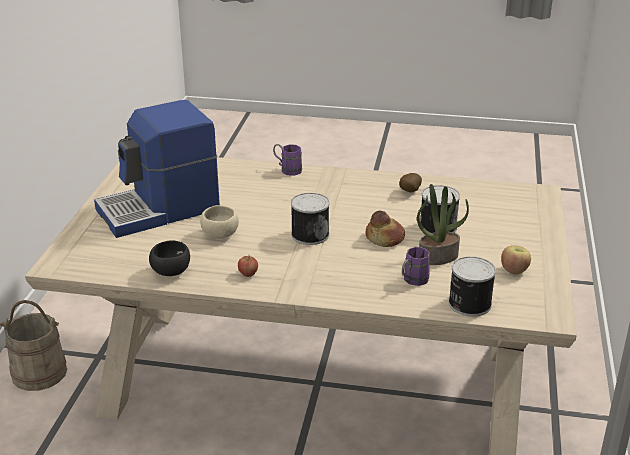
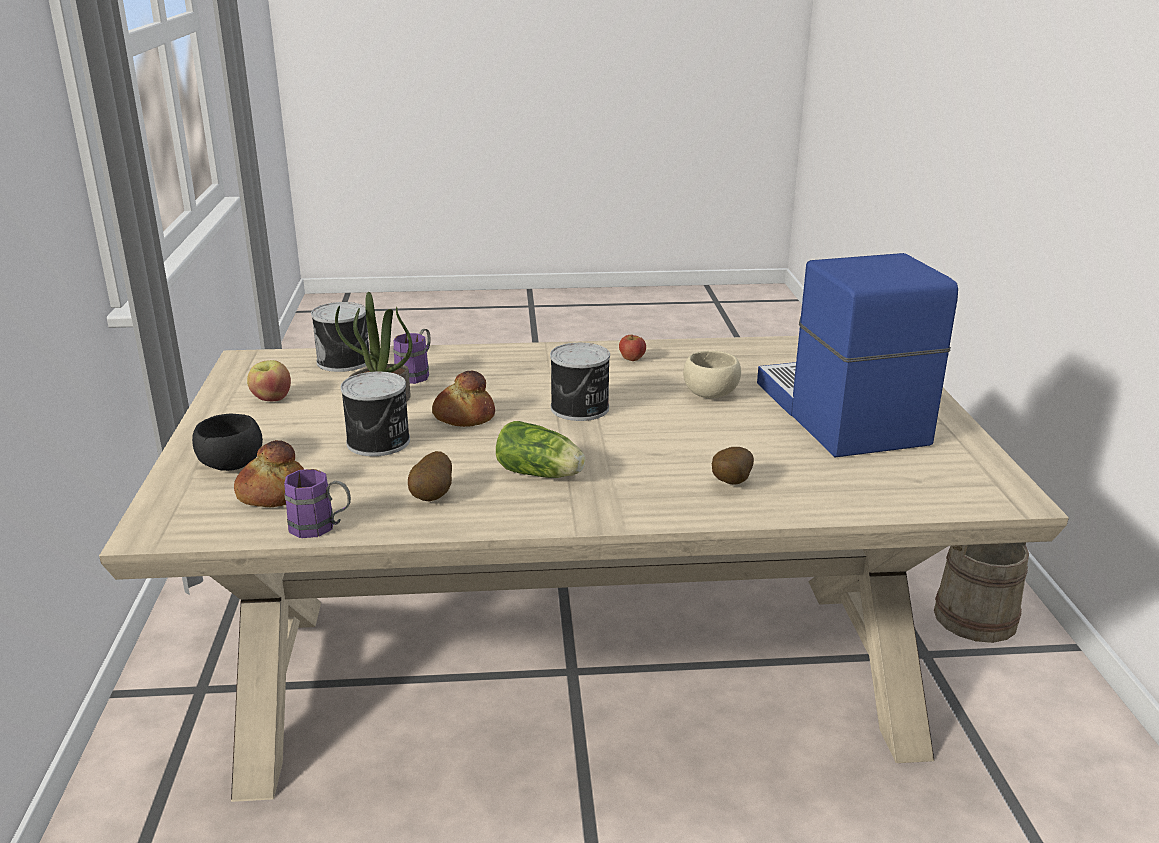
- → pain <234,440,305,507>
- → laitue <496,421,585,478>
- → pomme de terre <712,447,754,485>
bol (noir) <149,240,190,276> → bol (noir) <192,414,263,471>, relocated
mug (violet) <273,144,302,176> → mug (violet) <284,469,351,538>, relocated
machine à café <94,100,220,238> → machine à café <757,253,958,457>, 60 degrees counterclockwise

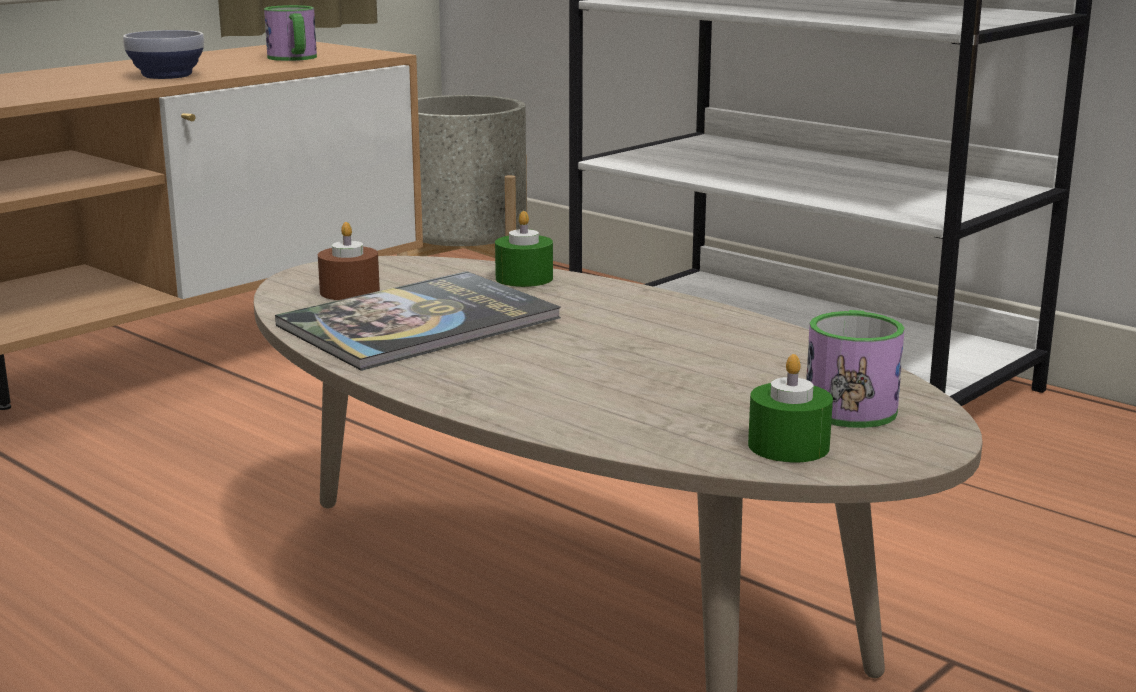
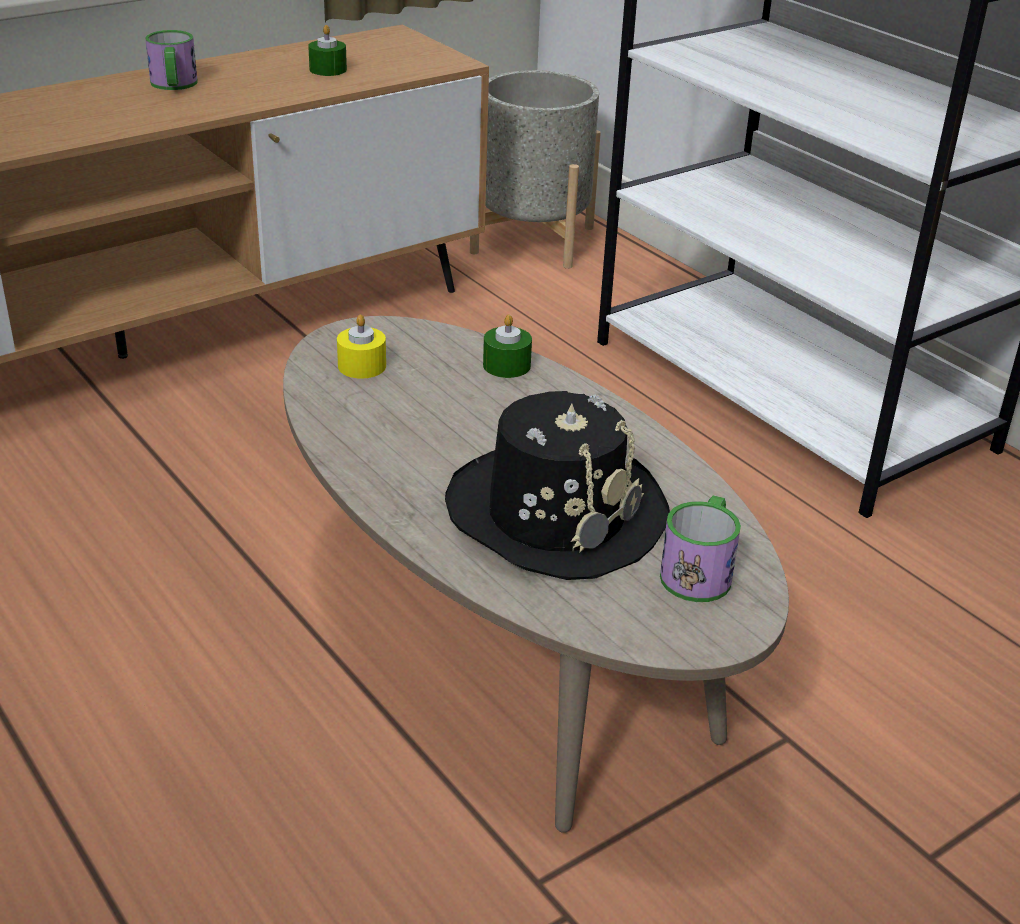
bol <123,30,204,79> → -
livre <275,271,561,371> → -
- → chapeau (noir) <445,391,670,580>
mug <264,5,317,61> → mug <145,30,198,90>, relocated
bougie (vert) <748,354,833,463> → bougie (vert) <308,25,347,76>, relocated
bougie (marron) <318,222,380,300> → bougie (jaune) <337,314,386,379>

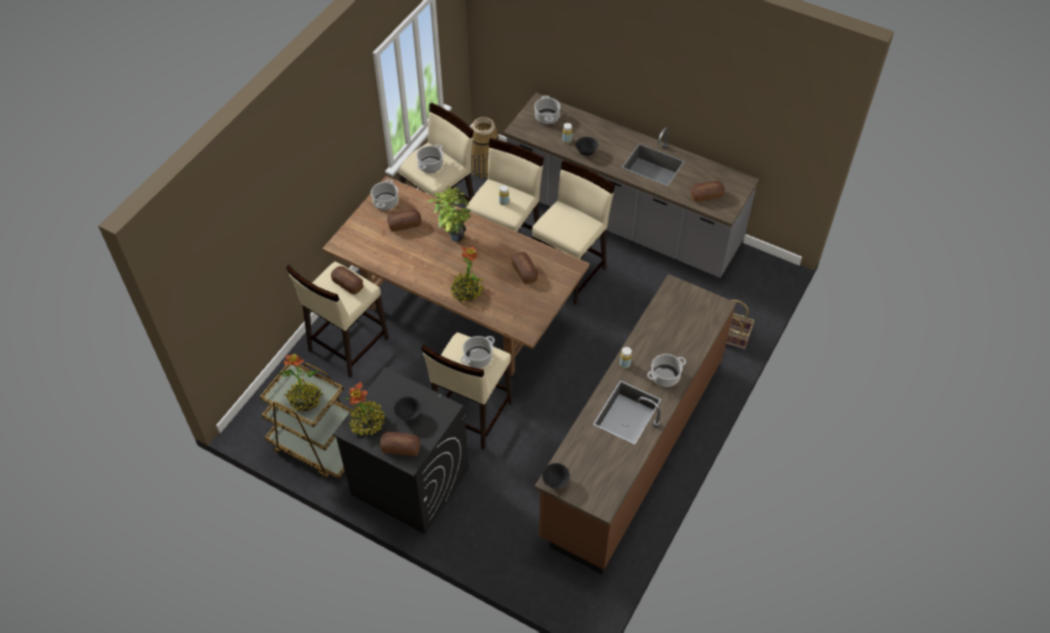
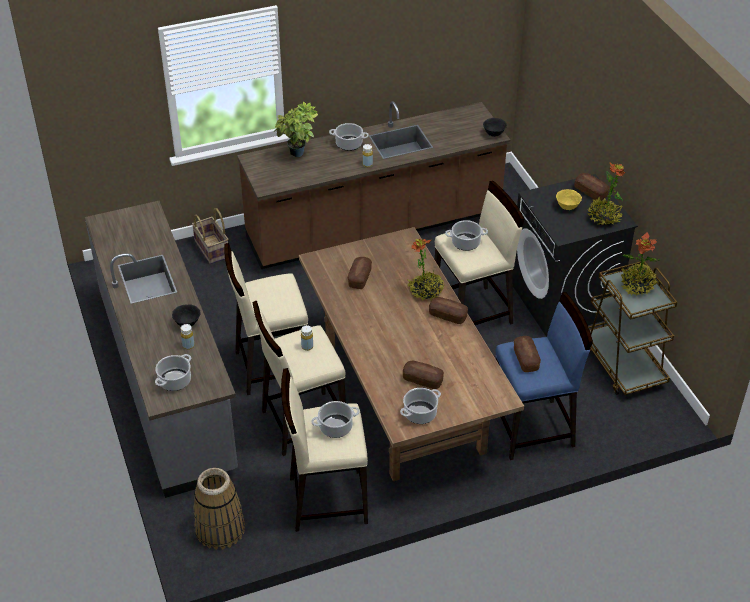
plante en pot <427,186,471,242> → plante en pot <274,102,318,157>, relocated
pain <691,181,725,202> → pain <429,297,468,324>, relocated
tabouret (beige) <286,262,389,378> → tabouret (bleu) <496,292,593,460>
bol (noir) <394,397,421,421> → bol (jaune) <556,189,582,210>

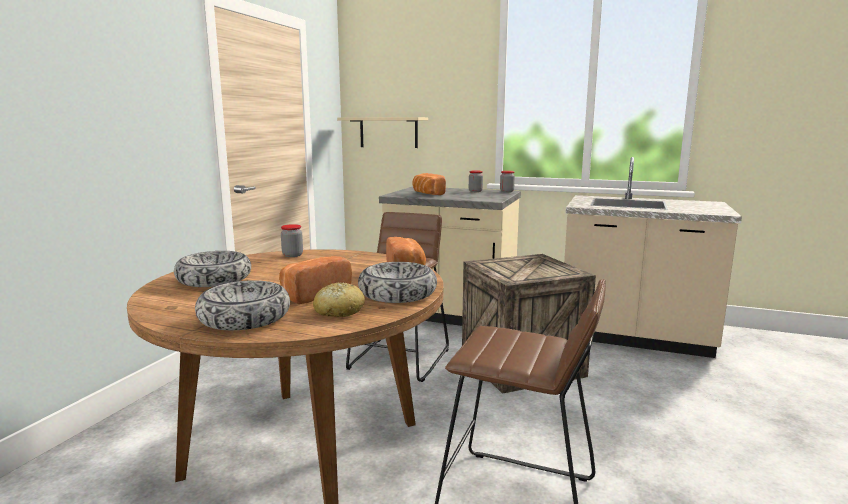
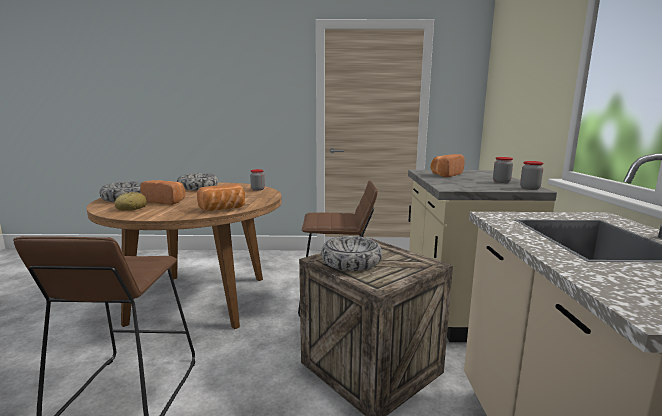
étagère (beige) <337,117,428,148> → -
bol <358,262,437,303> → bol <321,236,382,271>, relocated

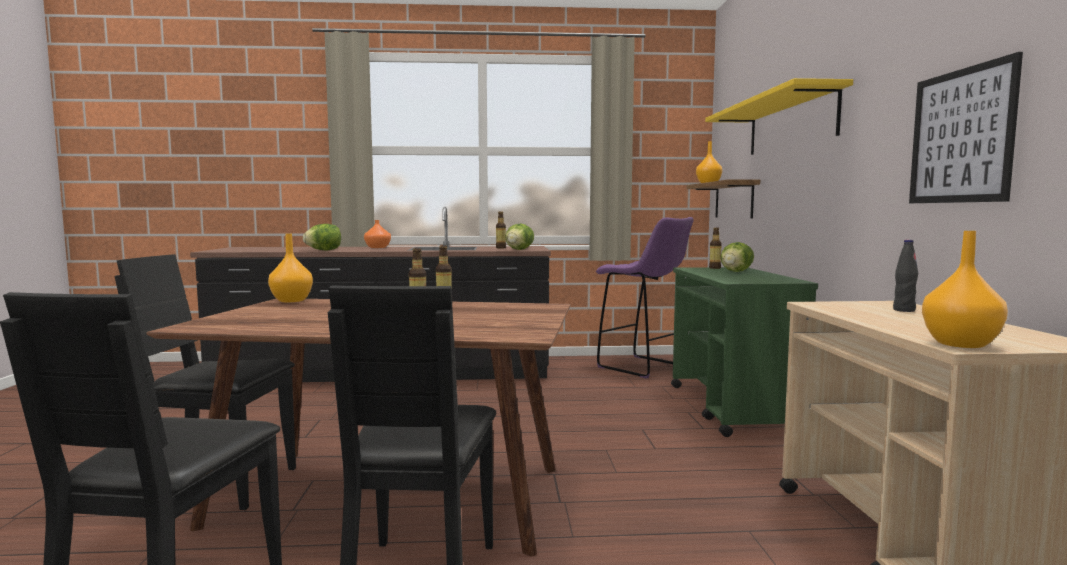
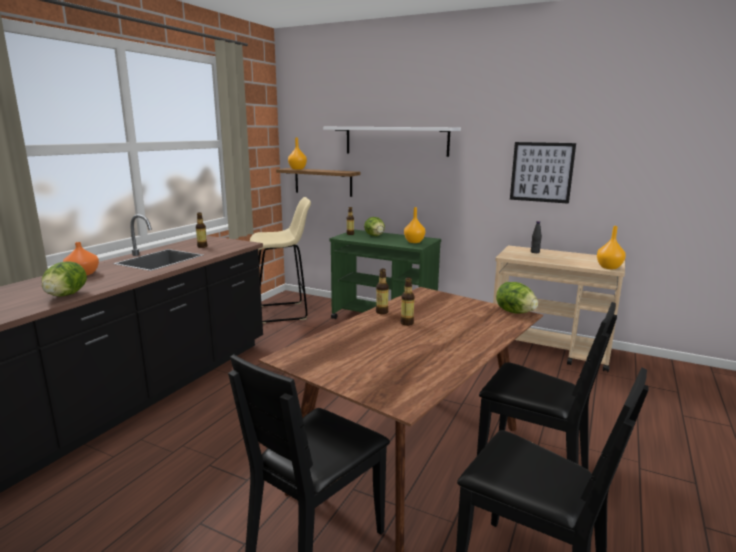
vase (orange) <268,233,313,302> → vase (orange) <404,207,425,243>, relocated
laitue <505,224,534,250> → laitue <496,282,538,314>, relocated
tabouret (violet) <596,217,694,379> → tabouret (beige) <250,197,311,323>
étagère (jaune) <705,78,853,155> → étagère (blanc) <323,127,461,157>

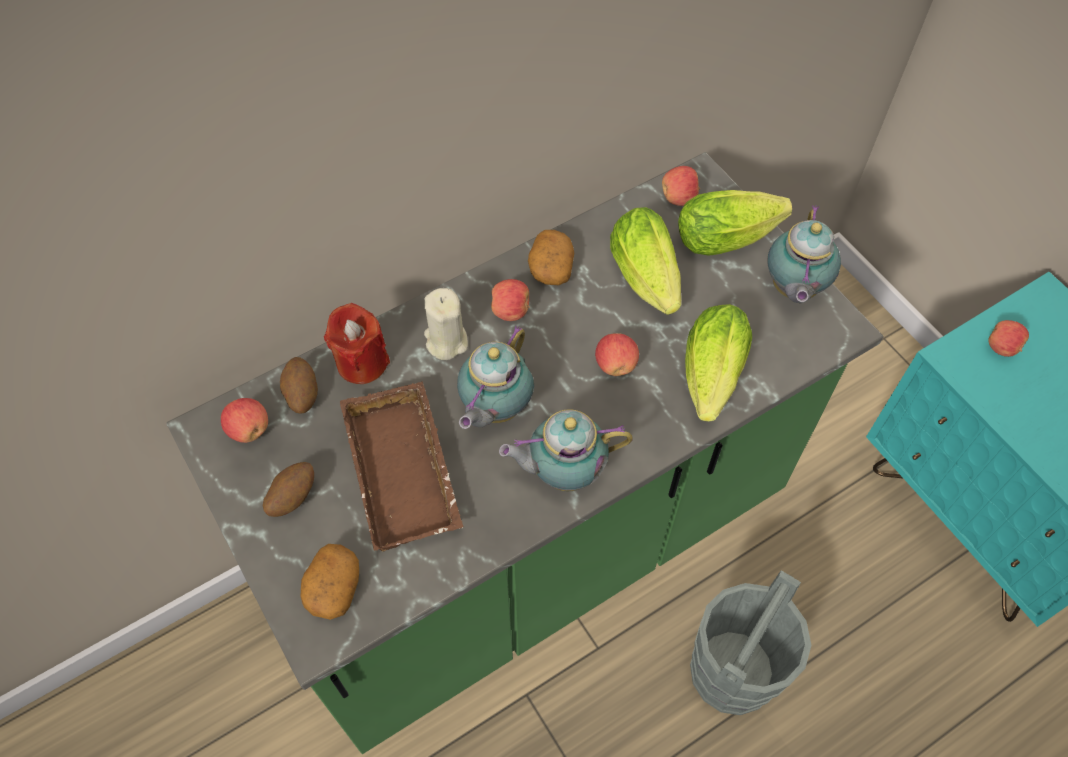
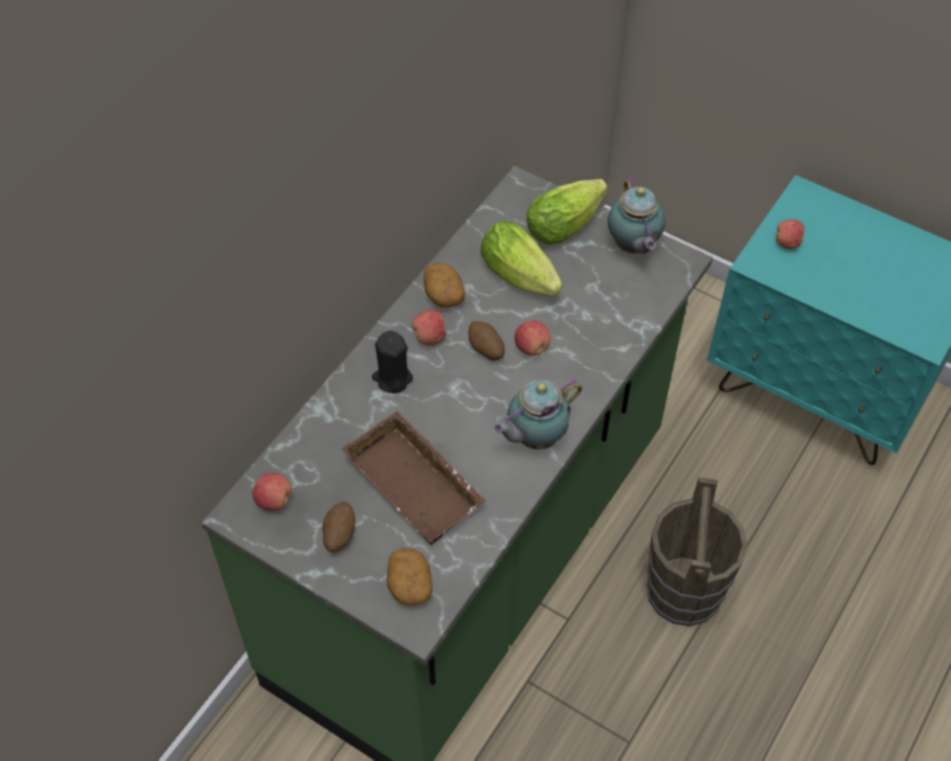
bougie (rouge) <324,303,390,384> → -
théière <457,326,534,429> → -
pomme <662,166,700,206> → -
laitue <685,304,752,422> → -
pomme de terre <280,357,318,414> → pomme de terre <468,321,505,361>, relocated
bougie (beige) <424,288,468,360> → bougie (noir) <372,331,413,393>
seau (gris) <690,570,811,715> → seau (marron) <646,477,748,626>

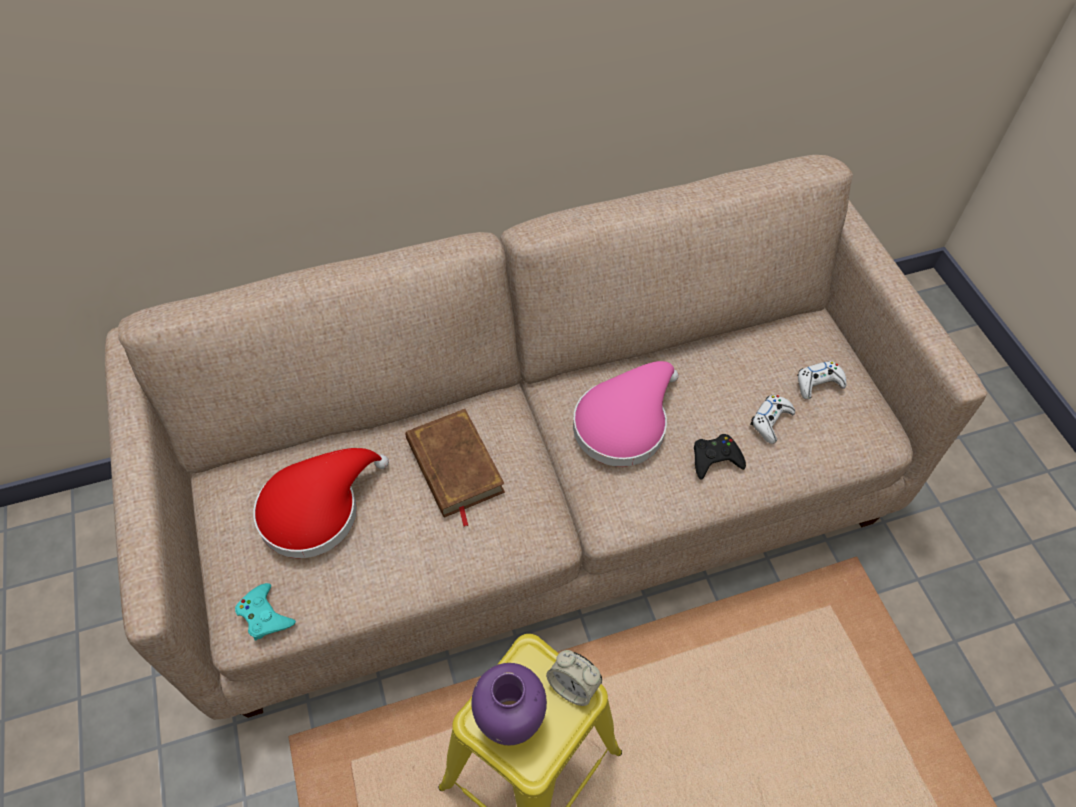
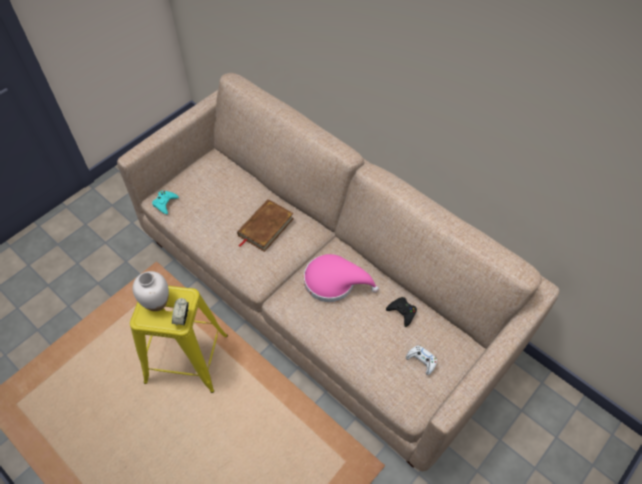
chapeau (rouge) <253,448,389,558> → -
manette (blanc) <750,395,795,444> → -
manette (noir) <694,434,746,480> → manette (noir) <386,297,417,327>, relocated
vase (violet) <471,663,547,746> → vase (blanc) <133,271,169,311>

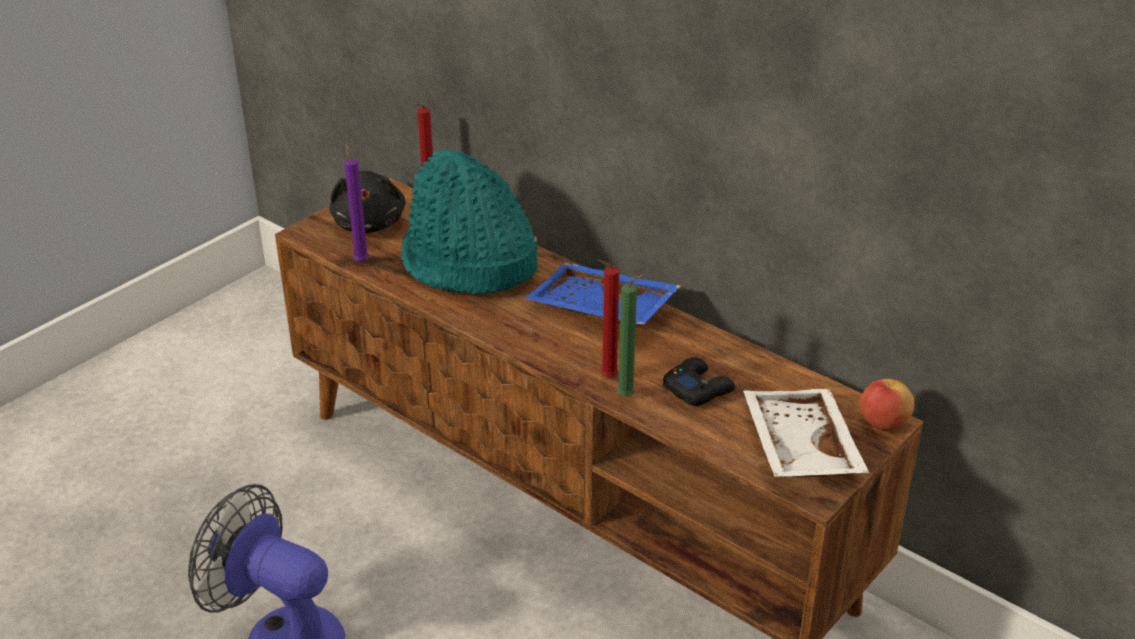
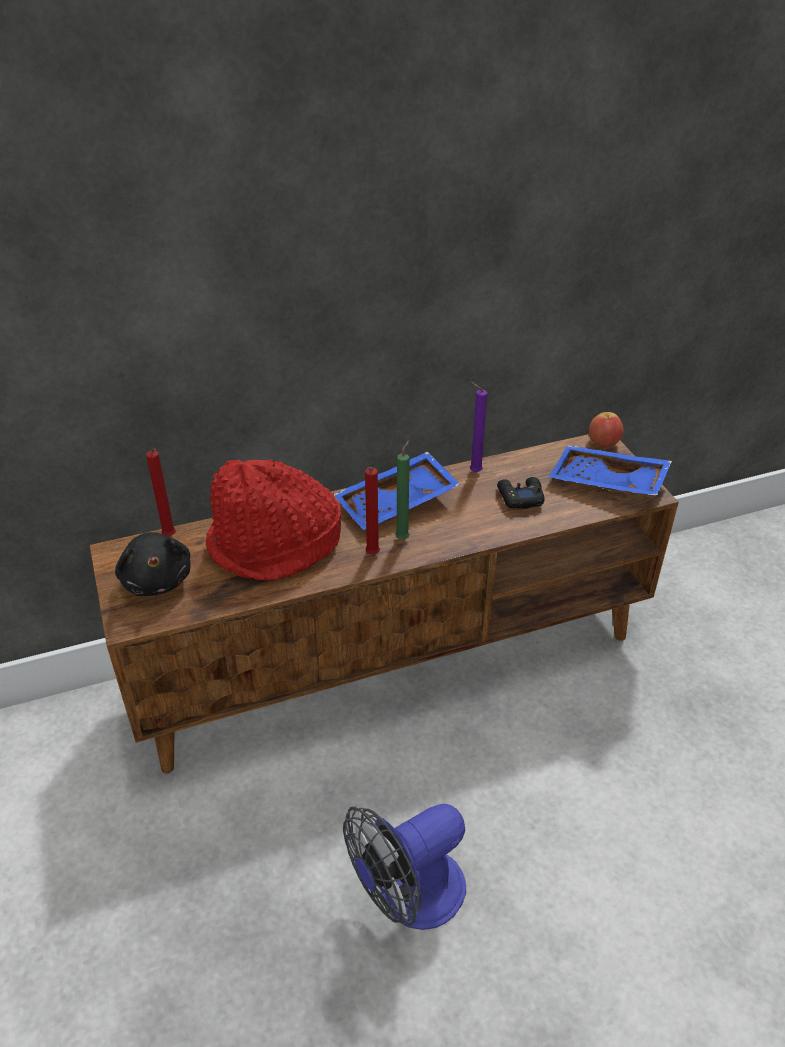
bougie (violet) <344,144,369,262> → bougie (violet) <470,382,488,472>, relocated
bougie (rouge) <597,259,619,378> → bougie (rouge) <365,467,380,554>, relocated
bougie (vert) <617,274,646,396> → bougie (vert) <395,440,410,539>, relocated
chapeau (turquoise) <401,149,538,294> → chapeau (rouge) <206,459,341,580>
plateau (blanc) <743,389,869,478> → plateau (bleu) <548,445,672,496>
peluche (noir) <330,171,405,233> → peluche (noir) <115,532,190,596>, 45 degrees clockwise

